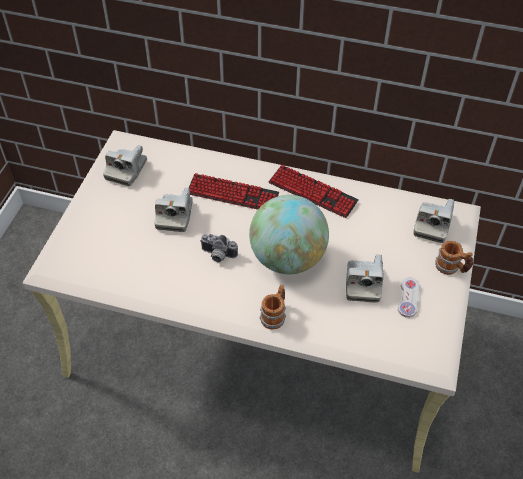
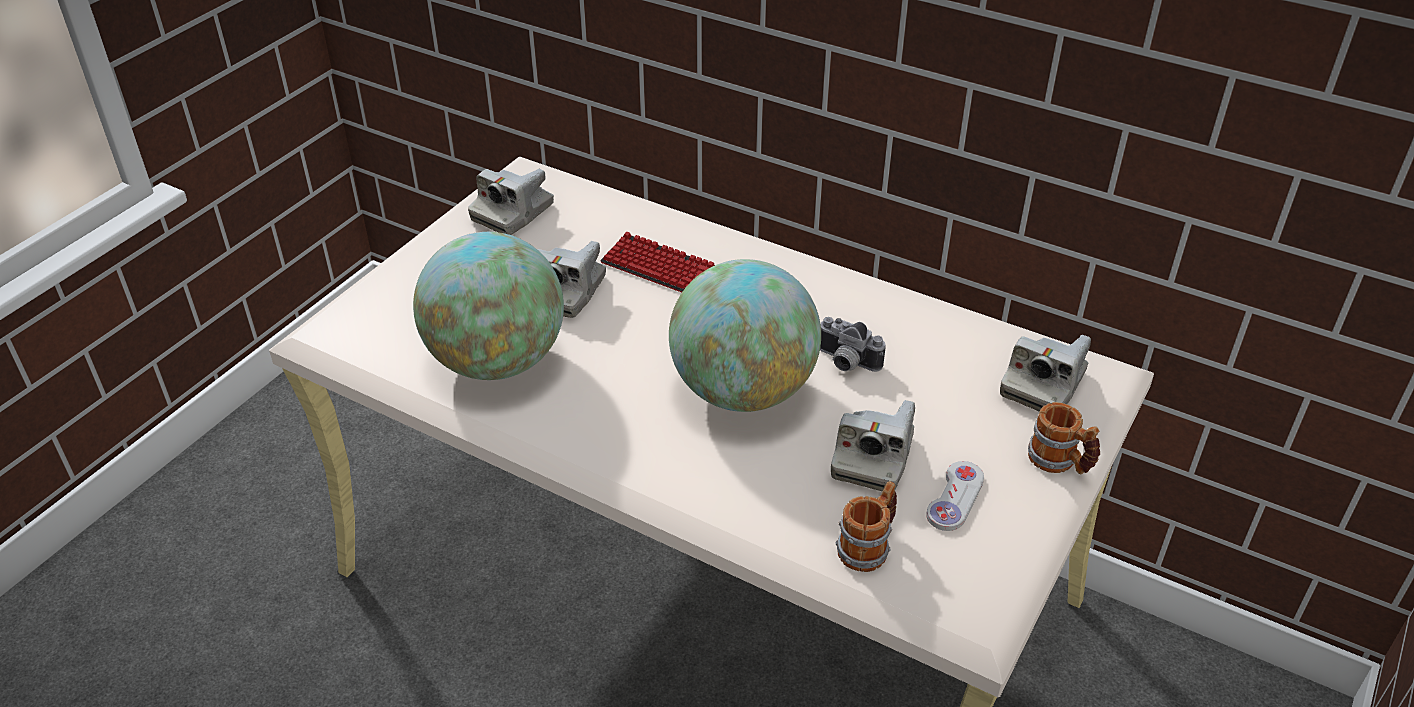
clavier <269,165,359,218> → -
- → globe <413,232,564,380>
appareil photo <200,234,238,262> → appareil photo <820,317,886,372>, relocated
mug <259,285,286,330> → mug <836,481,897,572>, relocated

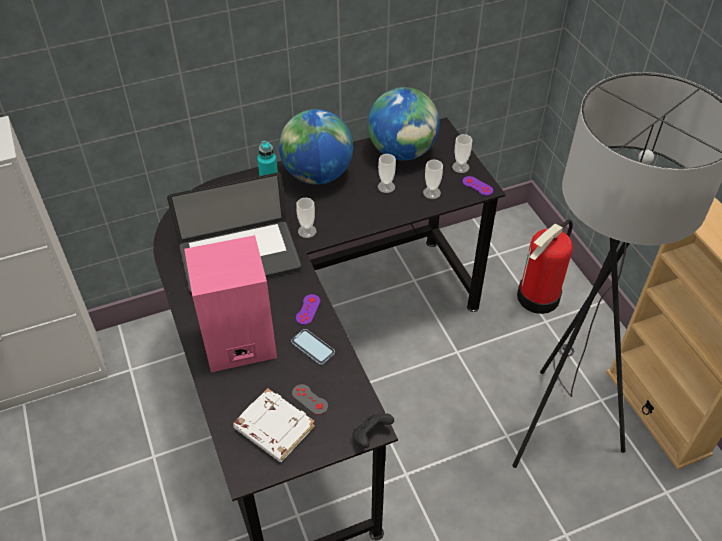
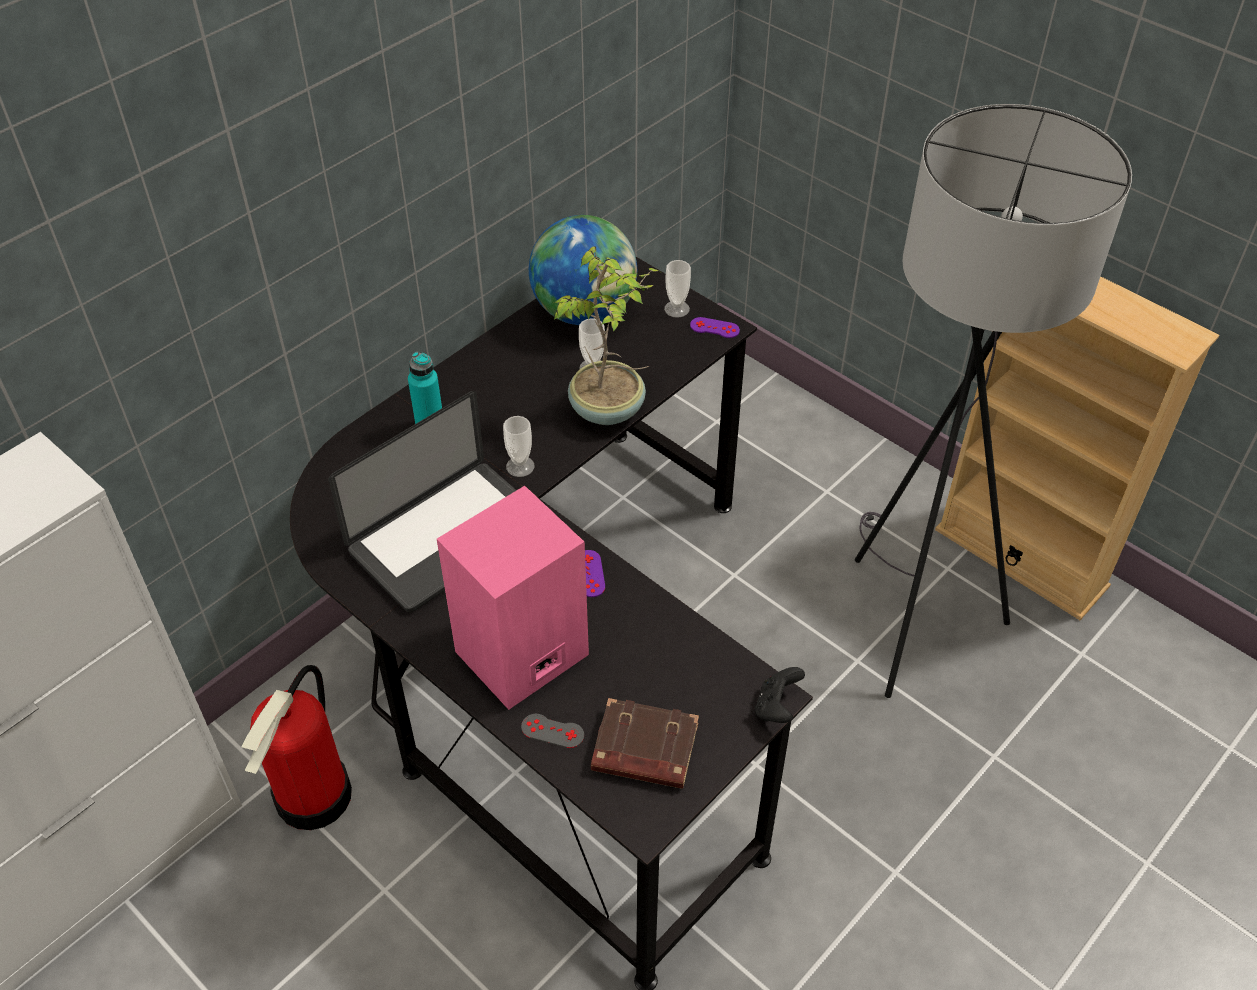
globe <279,109,353,185> → -
téléphone <291,329,335,365> → -
tasse <423,160,443,199> → -
- → plante en pot <554,247,661,425>
manette (gris) <292,384,328,415> → manette (gris) <521,714,584,748>, relocated
extincteur <517,220,573,314> → extincteur <242,665,352,830>, relocated
livre (blanc) <233,388,315,462> → livre (marron) <591,698,699,789>

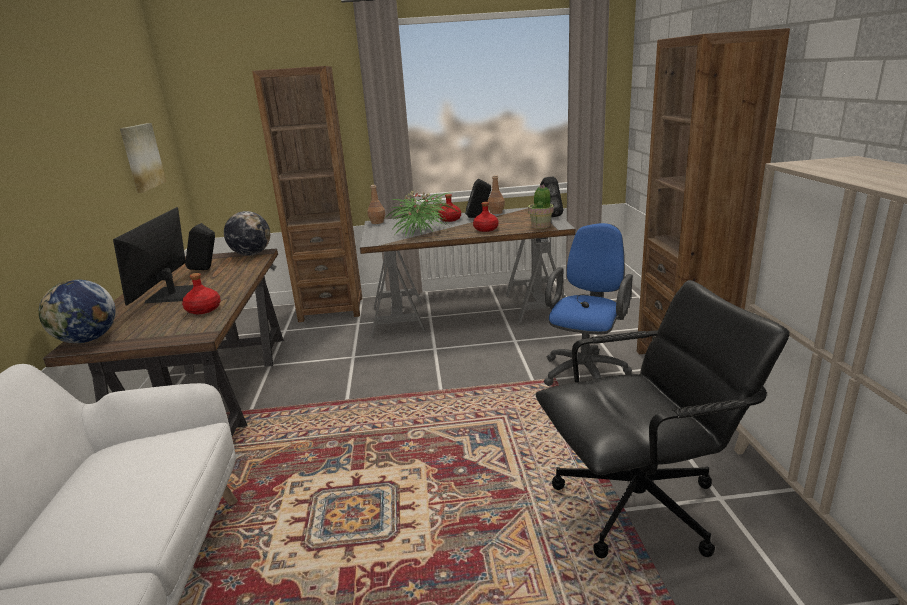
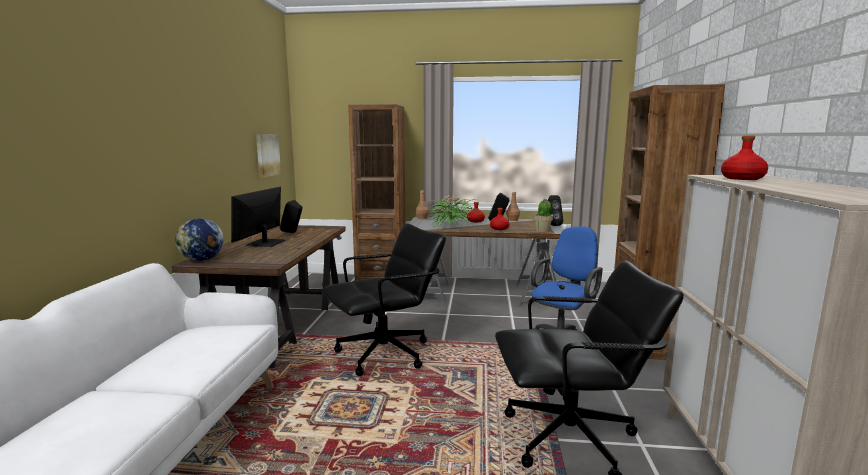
globe <224,211,270,256> → -
- → chaise de bureau (noir) <321,224,446,376>
bouteille (rouge) <182,273,221,314> → bouteille (rouge) <721,136,768,180>, relocated

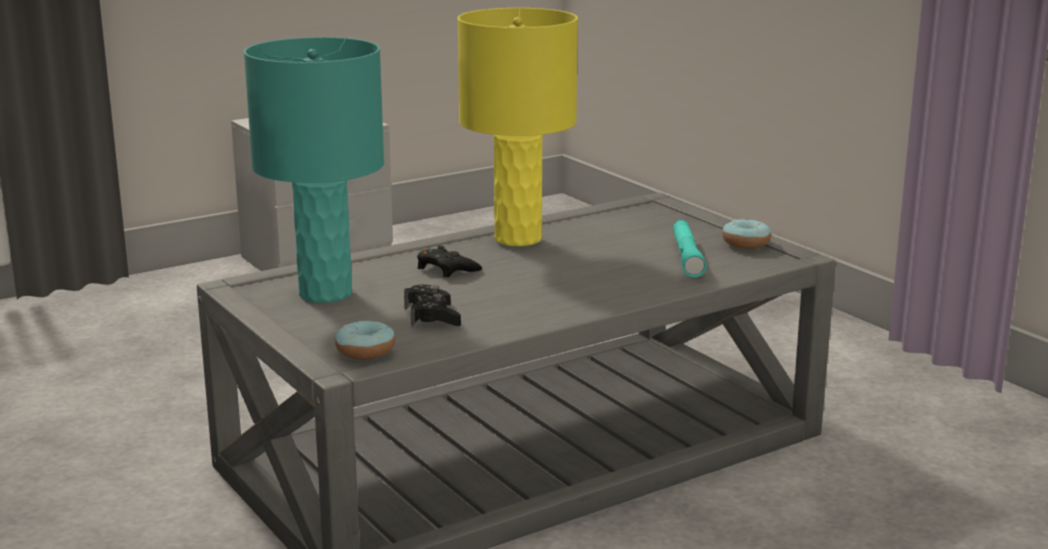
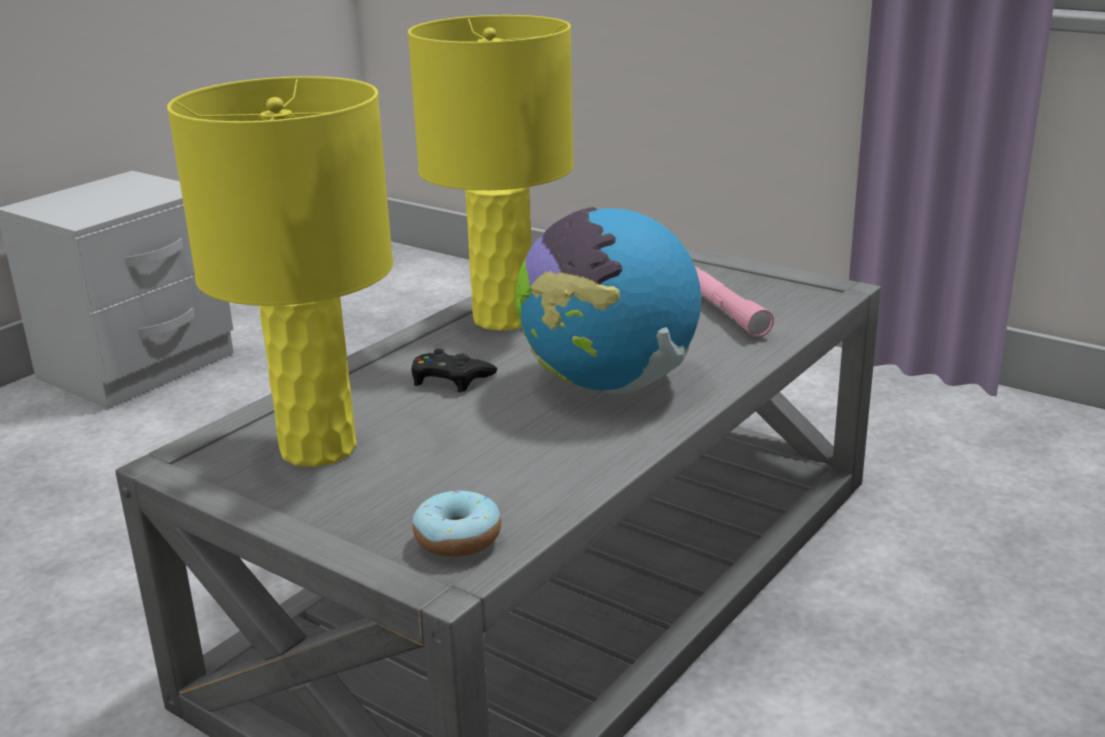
manette (noir) <404,284,461,327> → -
beignet <722,219,771,249> → -
- → globe <515,207,701,394>
lampe de table (turquoise) <244,37,384,303> → lampe de table (jaune) <167,76,393,467>
lampe de poche (turquoise) <673,220,707,278> → lampe de poche (rose) <694,265,774,337>

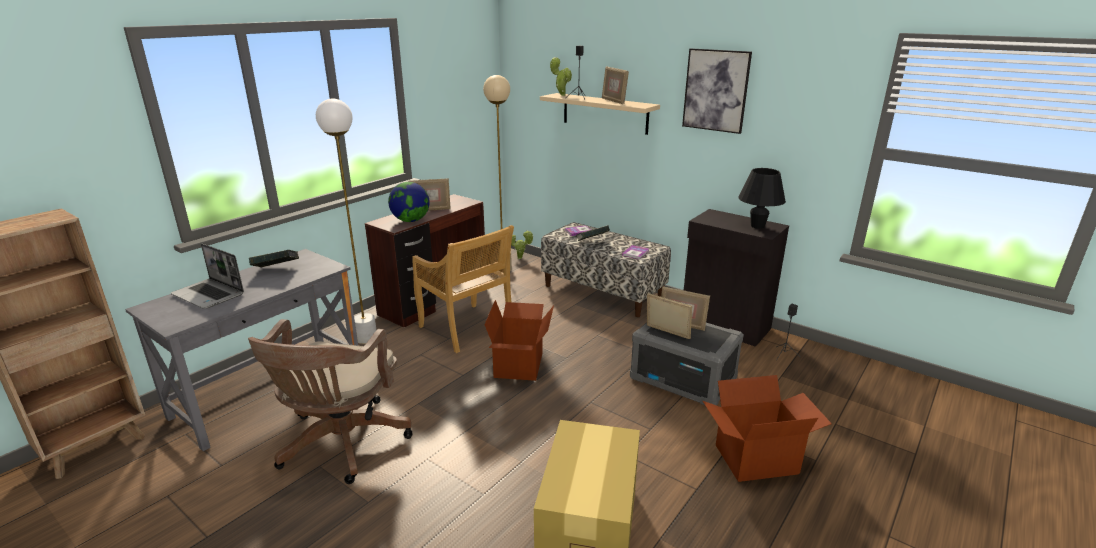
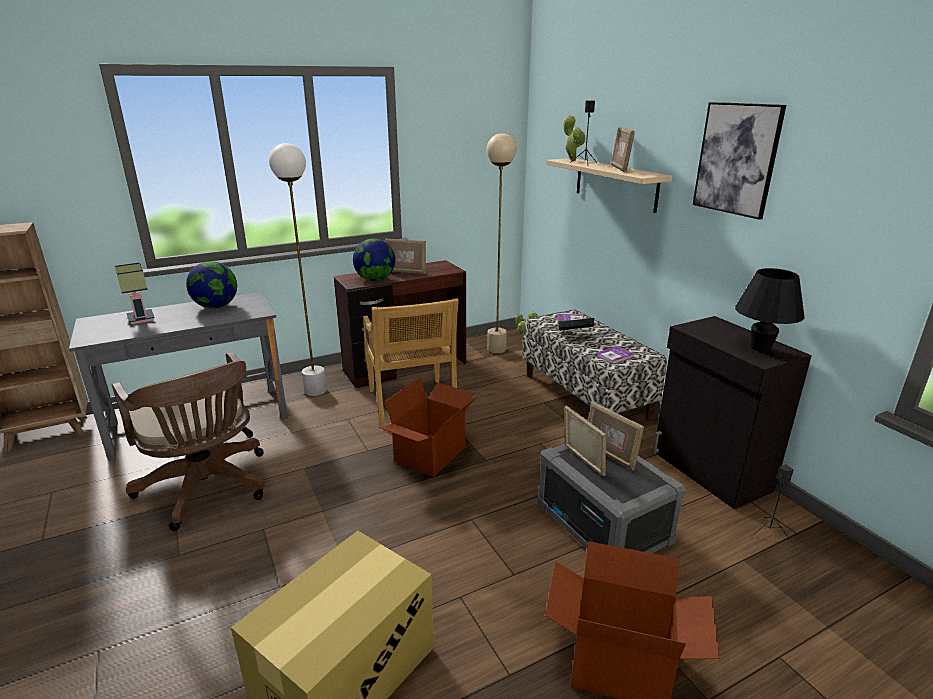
ordinateur portable <171,243,244,309> → lampe de table <115,263,155,324>
livre <249,250,299,267> → globe <186,261,237,308>
chaise de bureau (marron) <248,319,413,484> → chaise de bureau (marron) <112,352,265,531>, 75 degrees counterclockwise

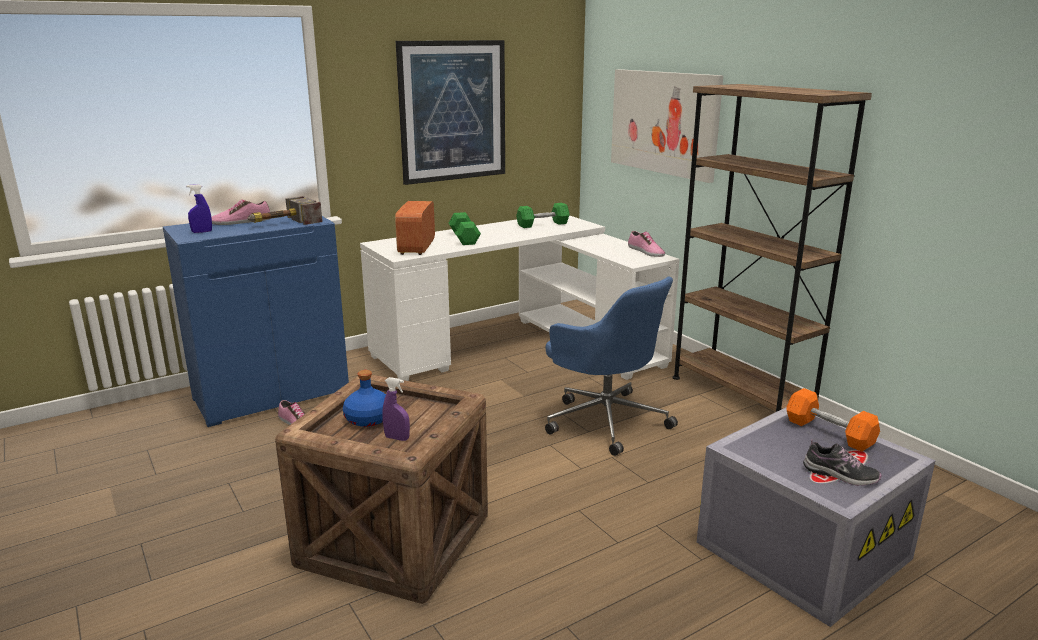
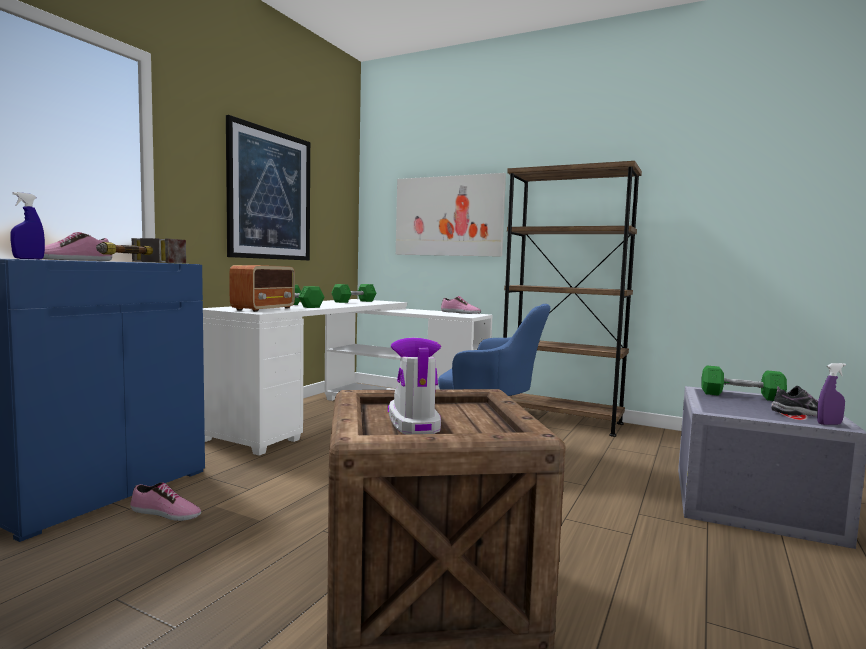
vaporisateur (violet) <382,377,410,441> → vaporisateur (violet) <817,363,846,425>, relocated
bouteille (bleu) <343,370,386,427> → botte <388,338,441,434>
haltère (orange) <786,388,880,452> → haltère (vert) <701,365,787,401>
radio <395,201,435,255> → radio <229,265,295,312>, 135 degrees counterclockwise

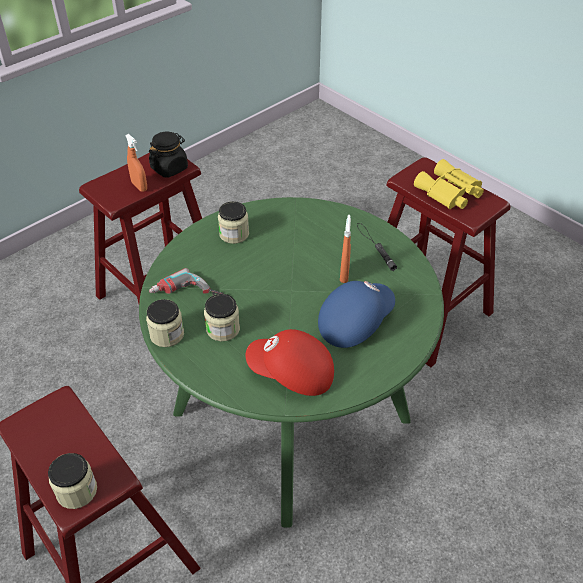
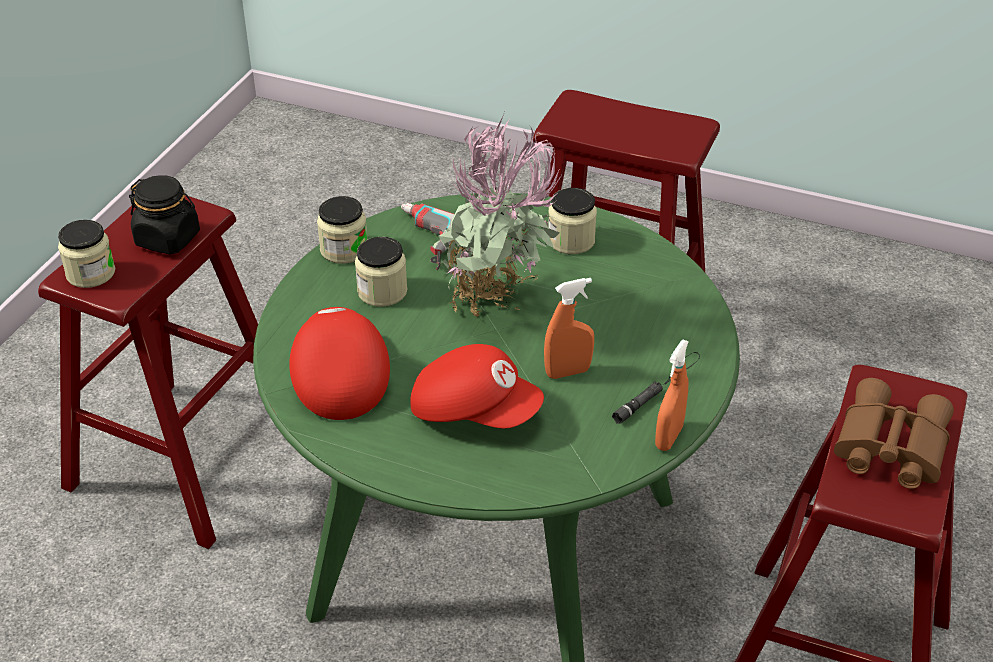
- → plante en pot <433,112,562,318>
vaporisateur (orange) <125,134,147,192> → vaporisateur (orange) <655,340,689,451>, relocated
bocal (noir) <149,132,188,178> → bocal (noir) <129,175,200,255>, relocated
casquette (bleu) <318,281,395,348> → casquette (rouge) <410,344,544,429>
jumelles (jaune) <414,159,484,209> → jumelles (marron) <834,378,954,489>

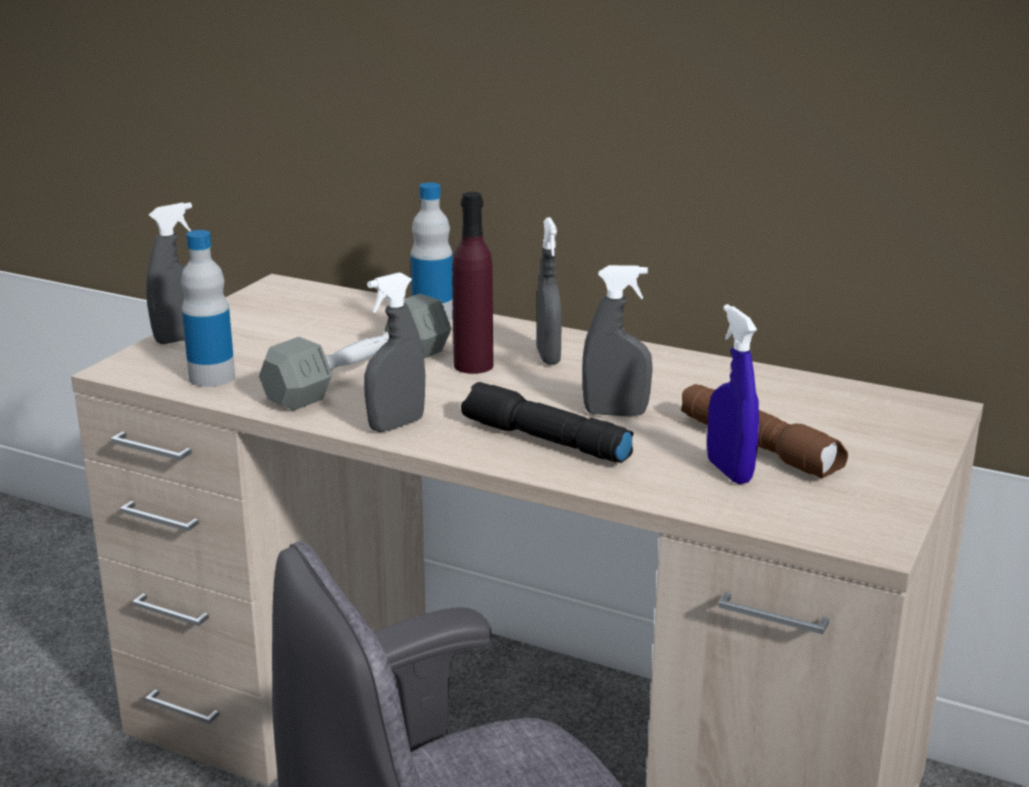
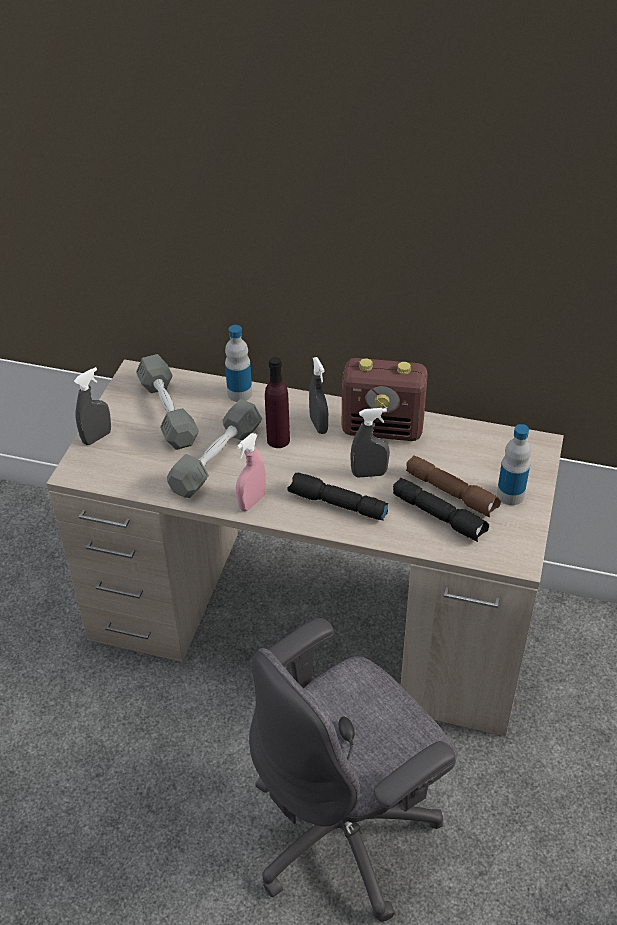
- → haltère (gris) <136,354,199,450>
- → radio <342,358,428,441>
bouteille <181,230,235,387> → bouteille <497,424,531,505>, relocated
vaporisateur (bleu) <707,304,759,484> → lampe de poche (noir) <393,478,489,542>
vaporisateur (gris) <364,272,425,432> → vaporisateur (rose) <236,433,266,511>

